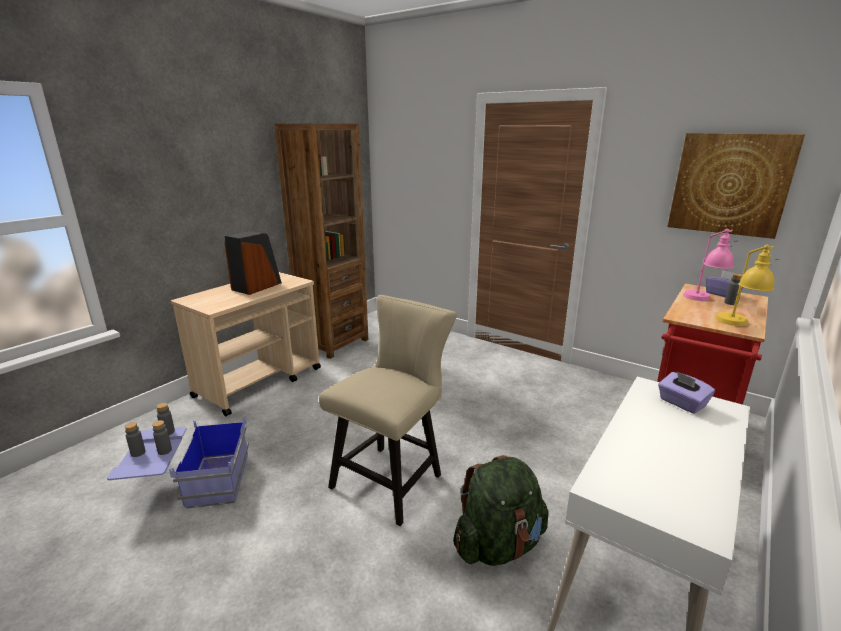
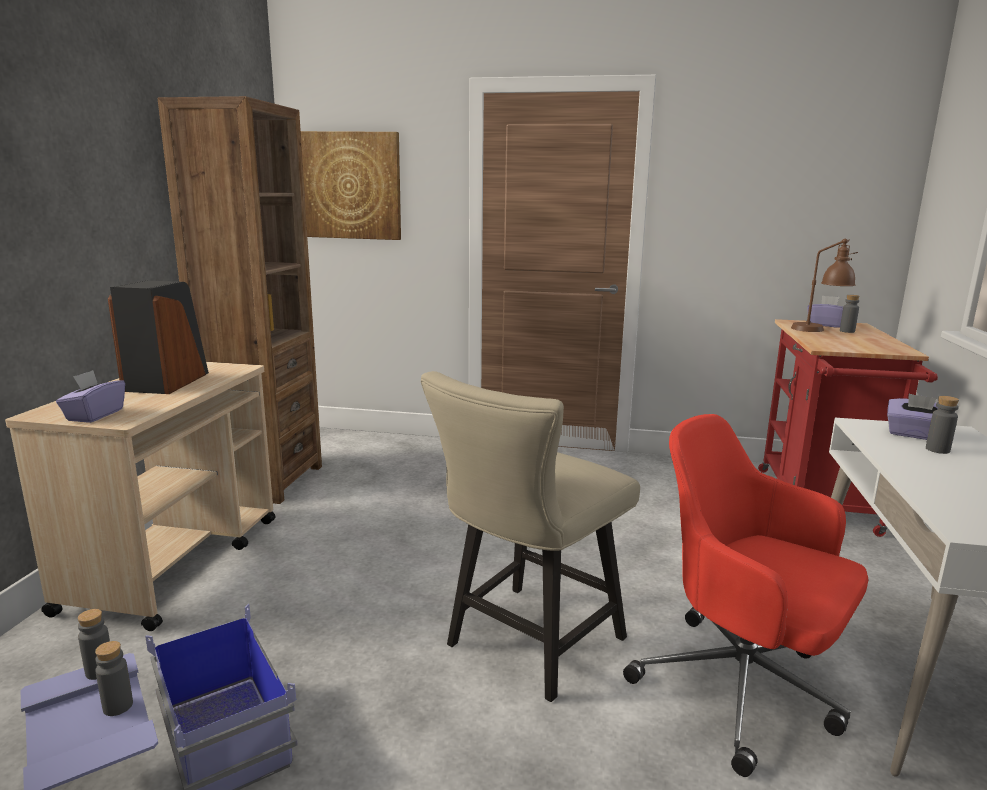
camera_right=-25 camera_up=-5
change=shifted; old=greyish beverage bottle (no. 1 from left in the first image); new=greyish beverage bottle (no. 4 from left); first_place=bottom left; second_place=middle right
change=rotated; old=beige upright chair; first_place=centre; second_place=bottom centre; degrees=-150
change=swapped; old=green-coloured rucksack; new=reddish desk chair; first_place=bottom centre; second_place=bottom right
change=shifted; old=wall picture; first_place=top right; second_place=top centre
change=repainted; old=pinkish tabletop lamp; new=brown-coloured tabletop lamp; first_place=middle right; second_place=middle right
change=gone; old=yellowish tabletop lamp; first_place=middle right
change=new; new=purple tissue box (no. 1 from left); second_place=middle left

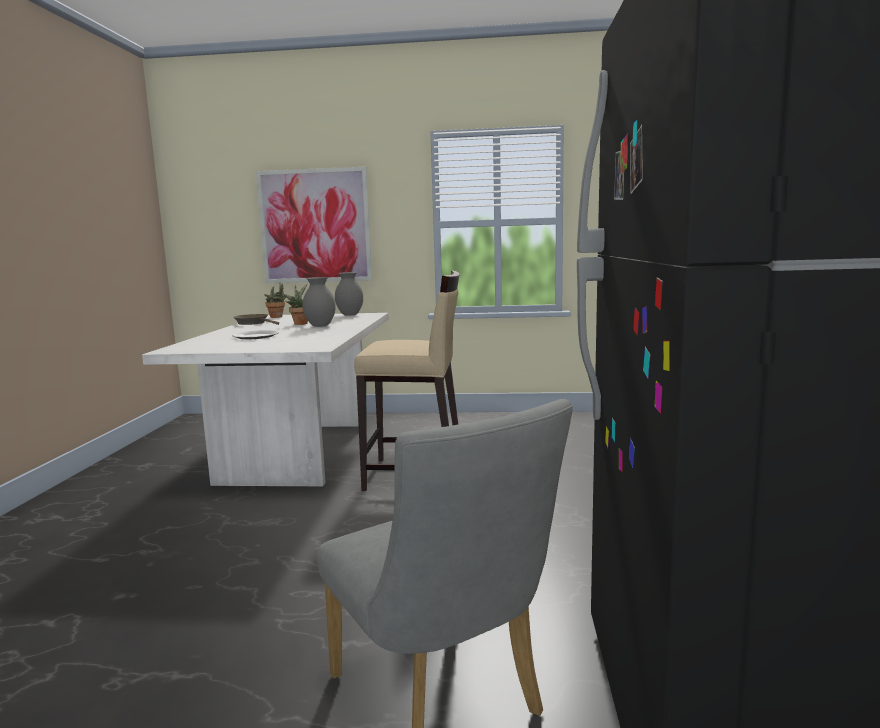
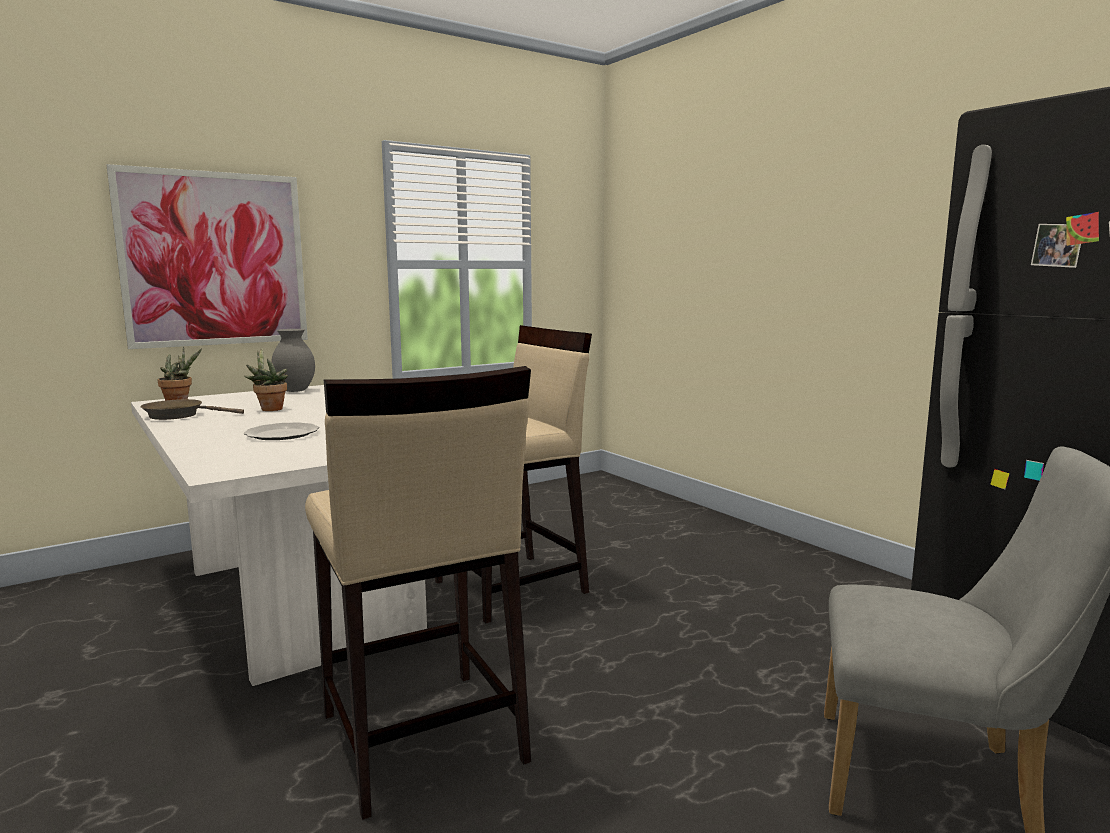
camera_right=-40 camera_up=0
change=gone; old=greyish flower vase (no. 1 from left); first_place=centre
change=new; new=beige stool (no. 1 from left); second_place=bottom centre

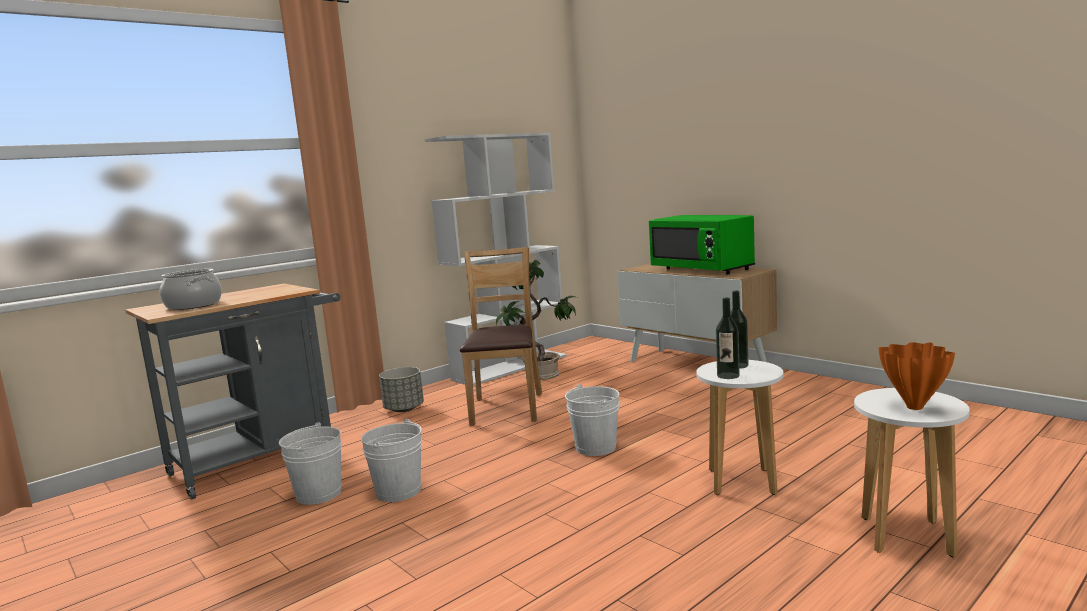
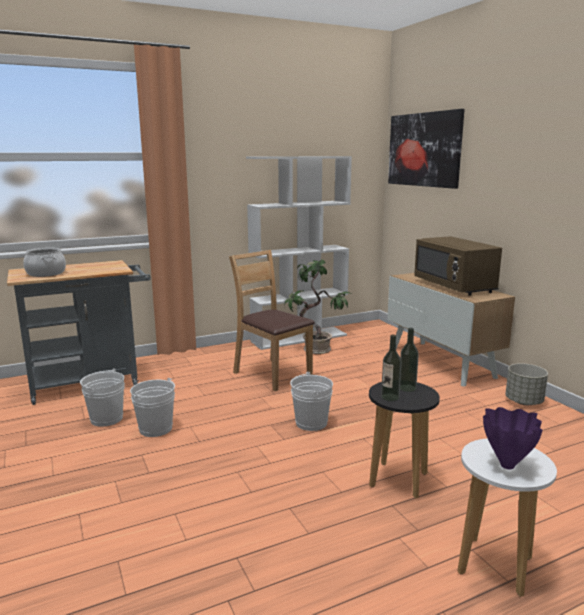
camera_right=15 camera_up=5
change=shifted; old=greyish plant pot; first_place=centre; second_place=middle right
change=rotated; old=brown-coloured upright chair; first_place=centre; second_place=centre; degrees=-60
change=repainted; old=green-coloured microwave; new=brown-coloured microwave; first_place=centre; second_place=middle right
change=repainted; old=whitish stool (no. 1 from left); new=blackish stool; first_place=bottom right; second_place=bottom right
change=repainted; old=orange-coloured flower vase; new=purple flower vase; first_place=middle right; second_place=bottom right
change=new; new=wall picture; second_place=top right

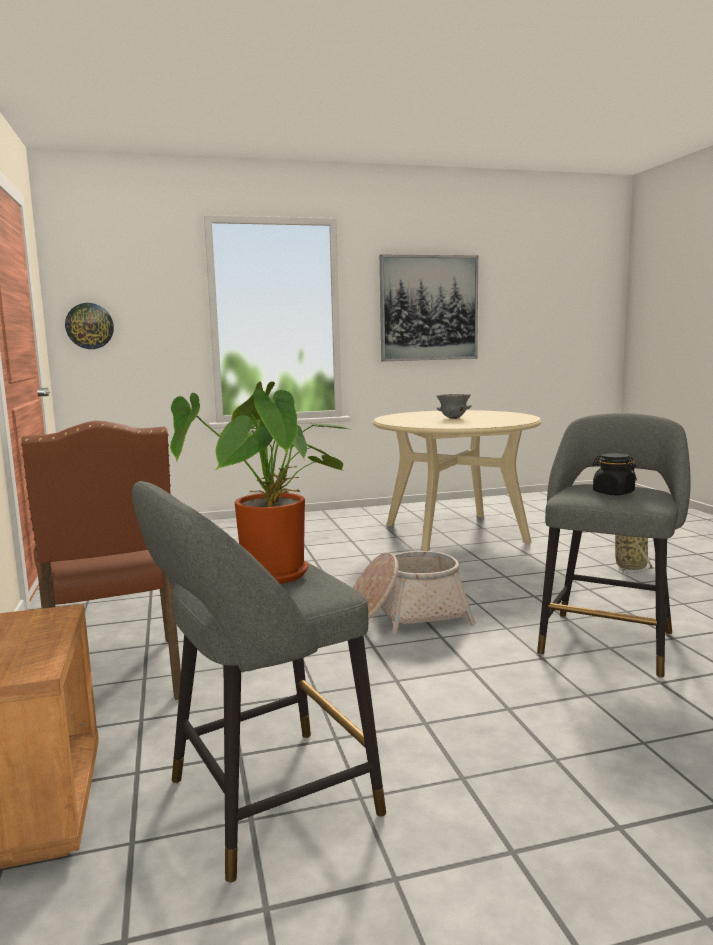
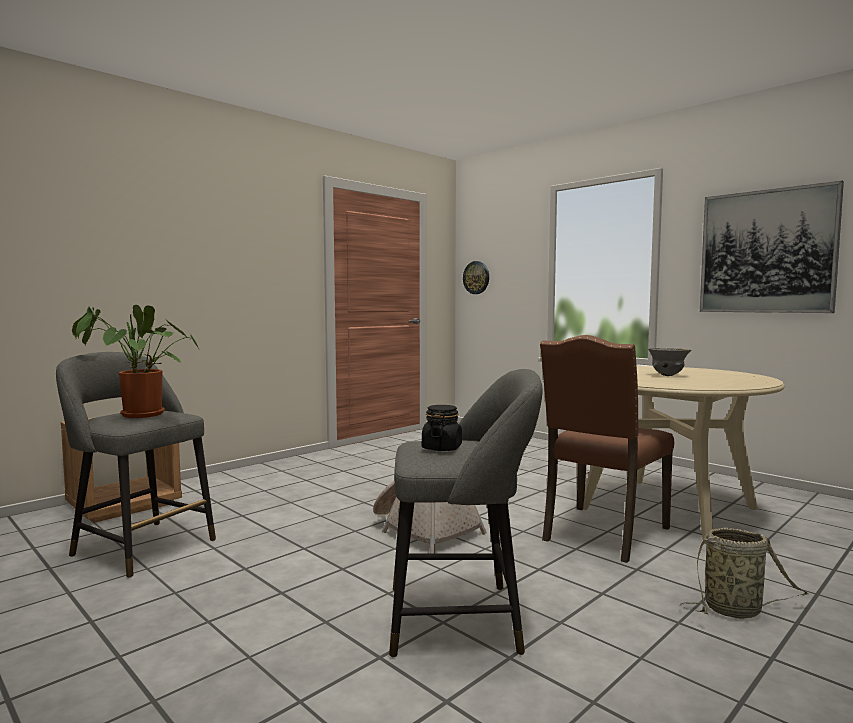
camera_right=60 camera_up=-5
change=shifted; old=brown-coloured upright chair; first_place=middle left; second_place=middle right

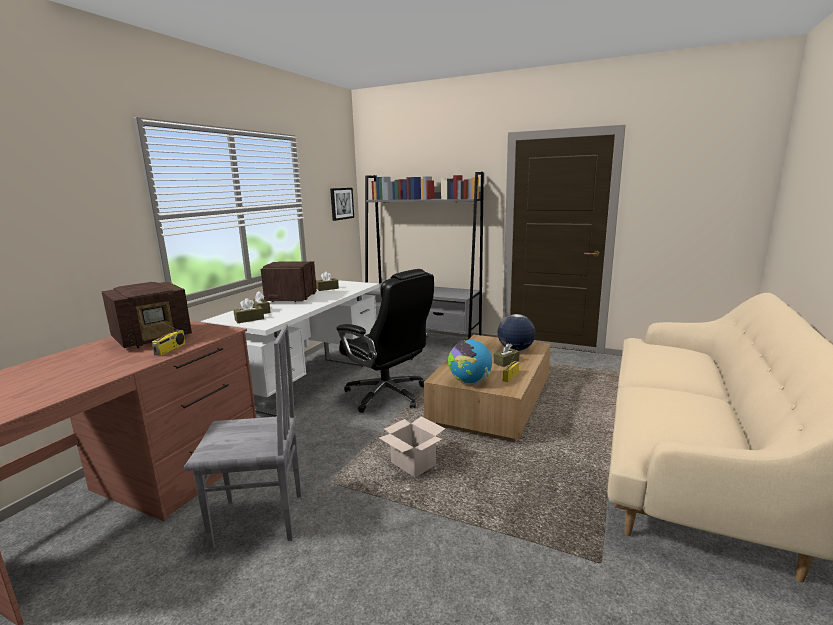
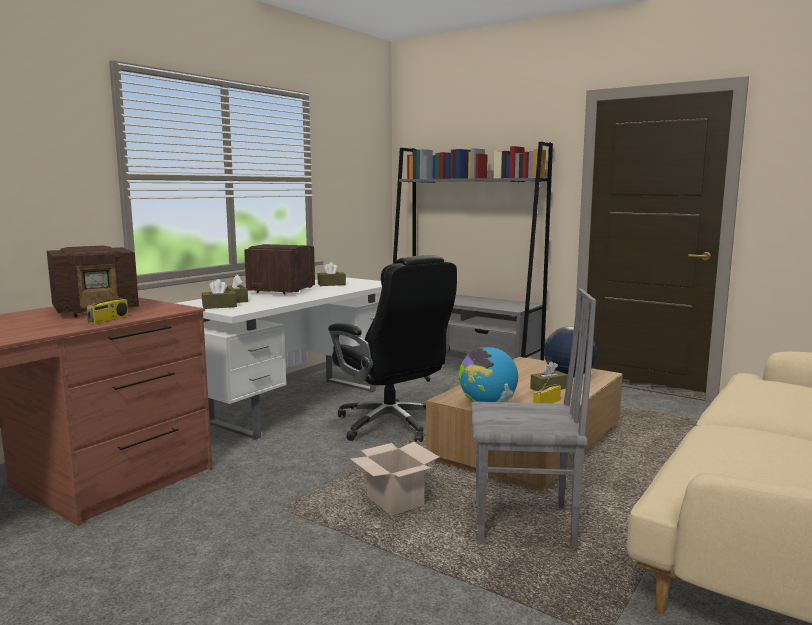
camera_right=10 camera_up=-5
change=shifted; old=greyish upright chair; first_place=bottom left; second_place=bottom centre
change=gone; old=wall picture; first_place=top centre

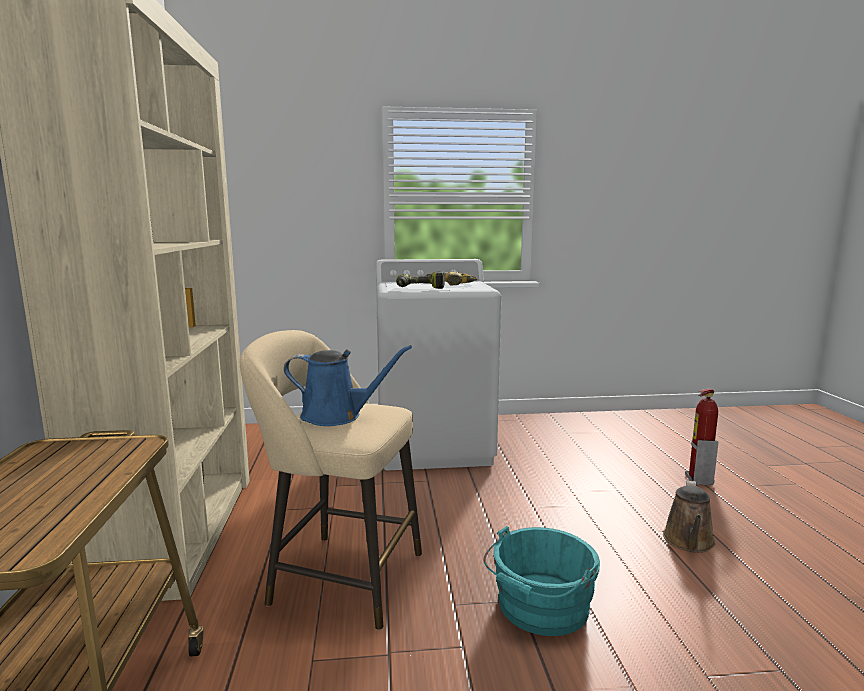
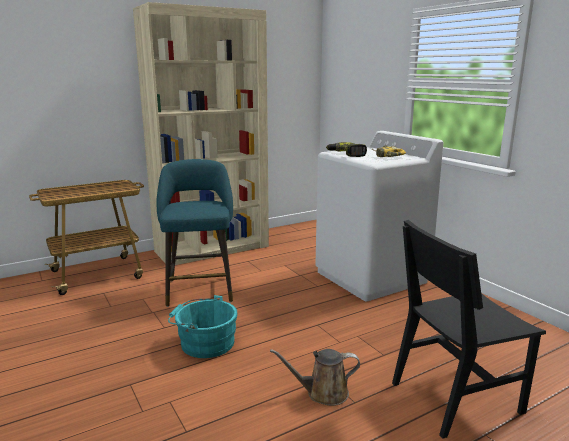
camera_right=65 camera_up=5
change=repainted; old=beige stool; new=turquoise-coloured stool; first_place=bottom centre; second_place=centre
change=gone; old=bluish watering pot; first_place=centre
change=swapped; old=fire-fighting cylinder; new=blackish upright chair; first_place=middle right; second_place=bottom right

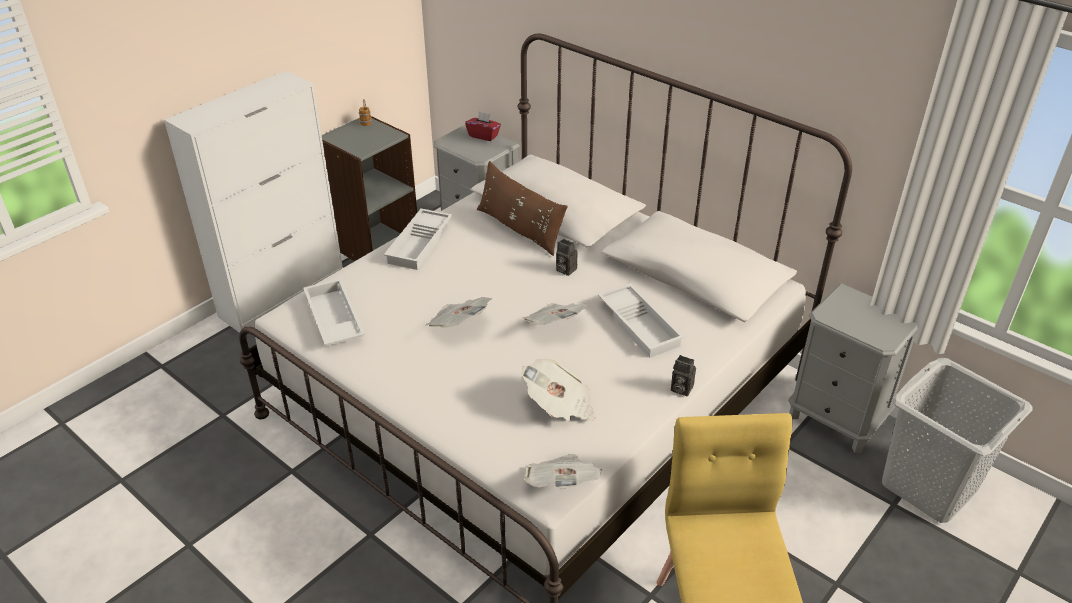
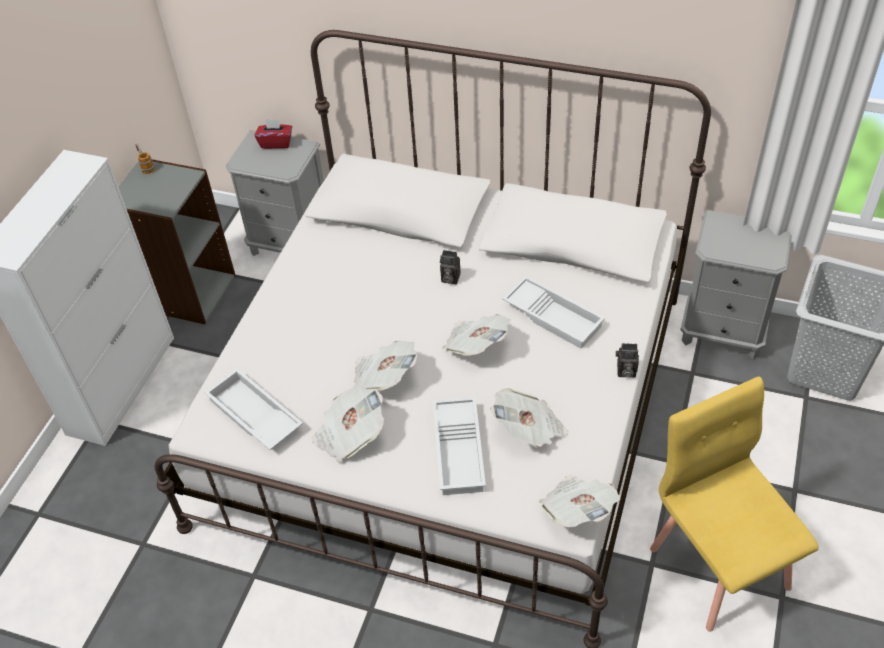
camera_right=-20 camera_up=10
change=shifted; old=whitish carrying tray (no. 2 from left); first_place=centre; second_place=bottom centre
change=gone; old=brown-coloured pillow; first_place=centre
change=new; new=printed paper (no. 1 from left); second_place=centre

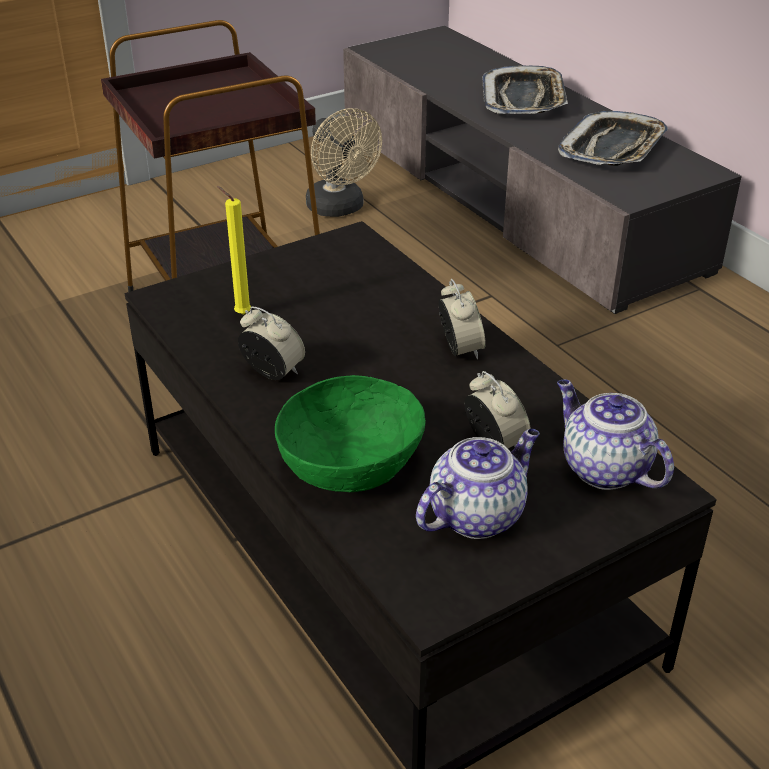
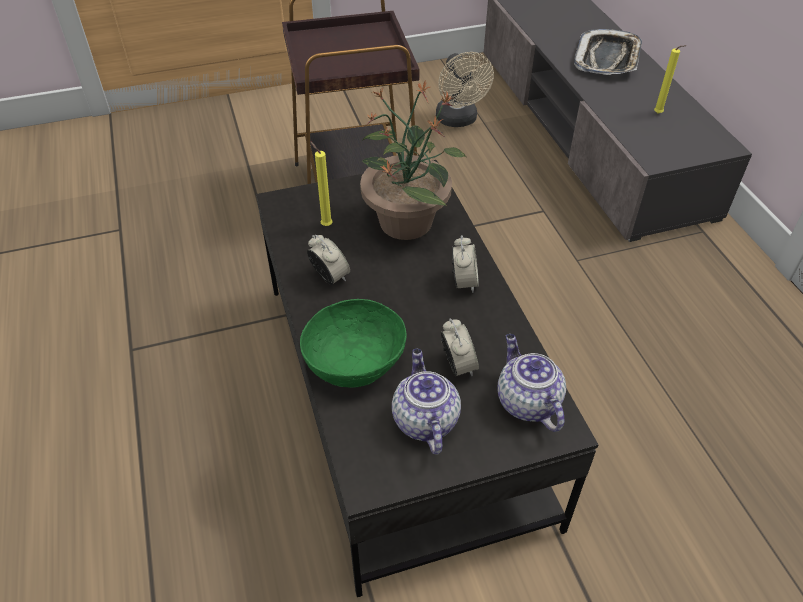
camera_right=15 camera_up=10
change=rotated; old=teapot (no. 1 from left); first_place=centre; second_place=bottom centre; degrees=-75
change=swapped; old=carrying tray (no. 2 from left); new=yellowish candle (no. 2 from left); first_place=top right; second_place=top right
change=new; new=houseplant; second_place=top centre

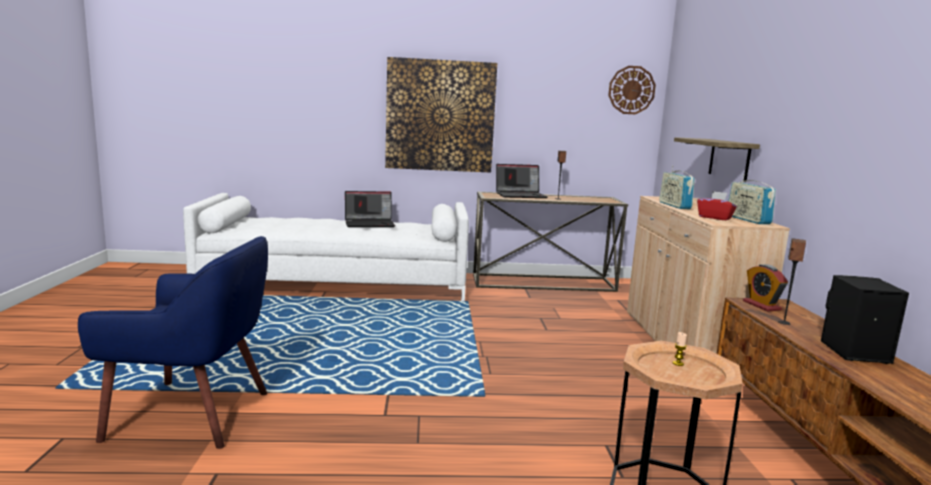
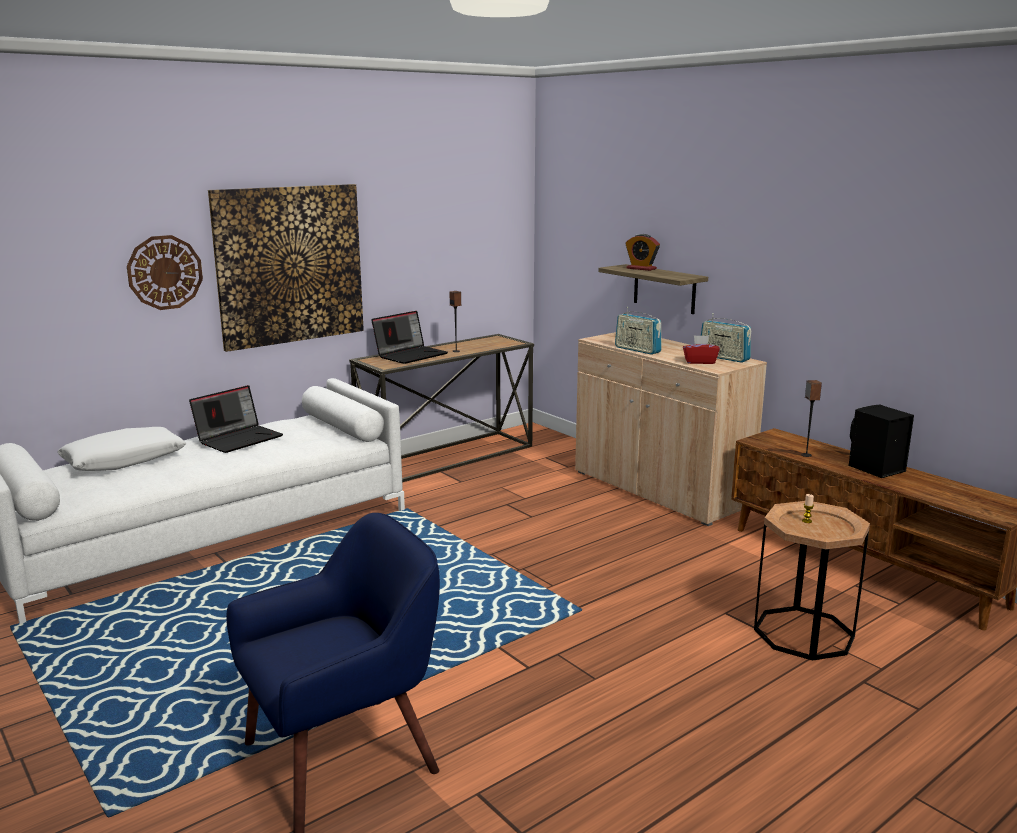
camera_right=-35 camera_up=5
change=shifted; old=wall clock; first_place=top right; second_place=top left
change=shifted; old=table clock; first_place=middle right; second_place=top centre
change=new; new=whitish pillow; second_place=middle left

